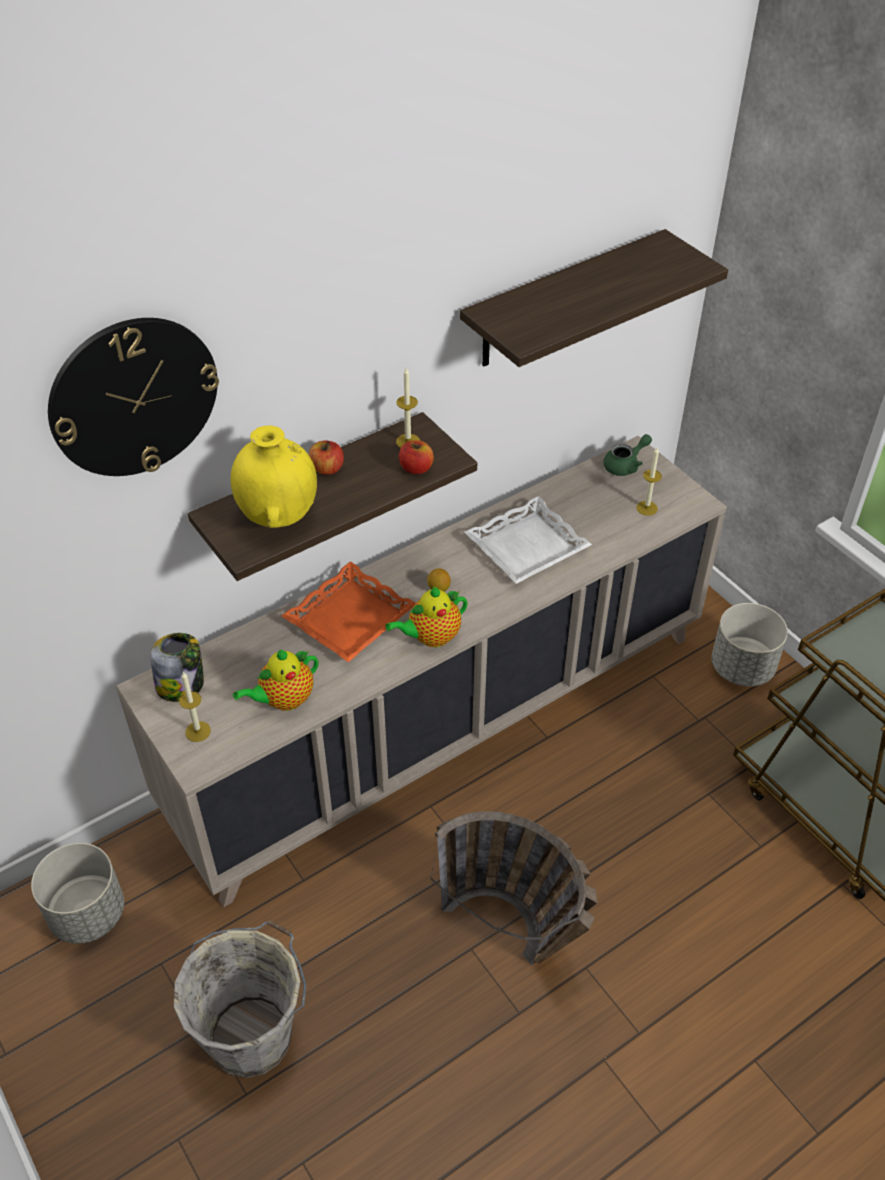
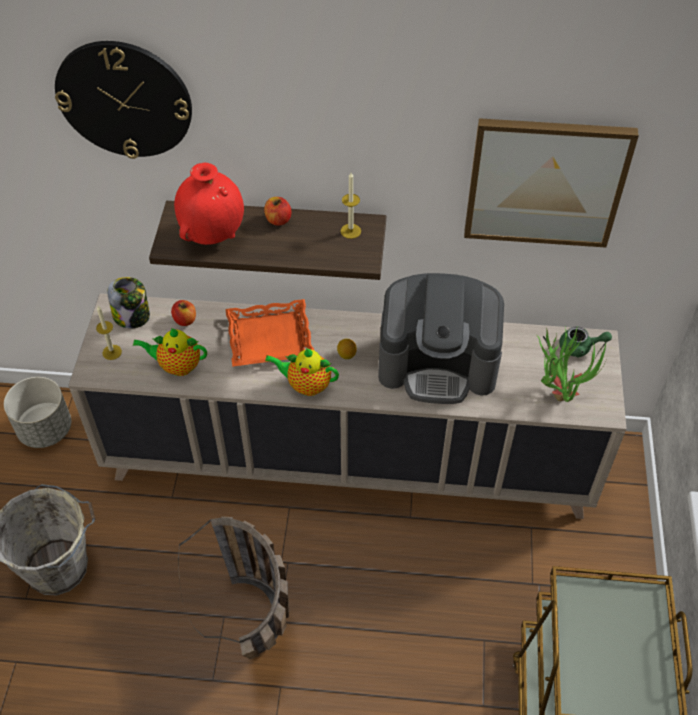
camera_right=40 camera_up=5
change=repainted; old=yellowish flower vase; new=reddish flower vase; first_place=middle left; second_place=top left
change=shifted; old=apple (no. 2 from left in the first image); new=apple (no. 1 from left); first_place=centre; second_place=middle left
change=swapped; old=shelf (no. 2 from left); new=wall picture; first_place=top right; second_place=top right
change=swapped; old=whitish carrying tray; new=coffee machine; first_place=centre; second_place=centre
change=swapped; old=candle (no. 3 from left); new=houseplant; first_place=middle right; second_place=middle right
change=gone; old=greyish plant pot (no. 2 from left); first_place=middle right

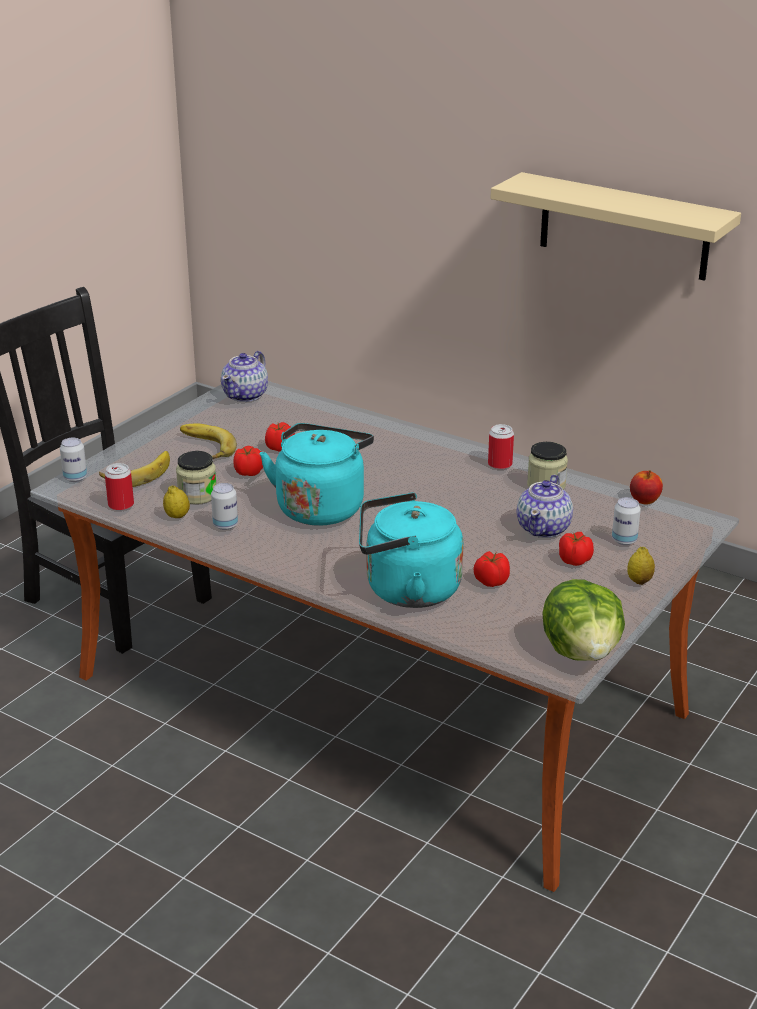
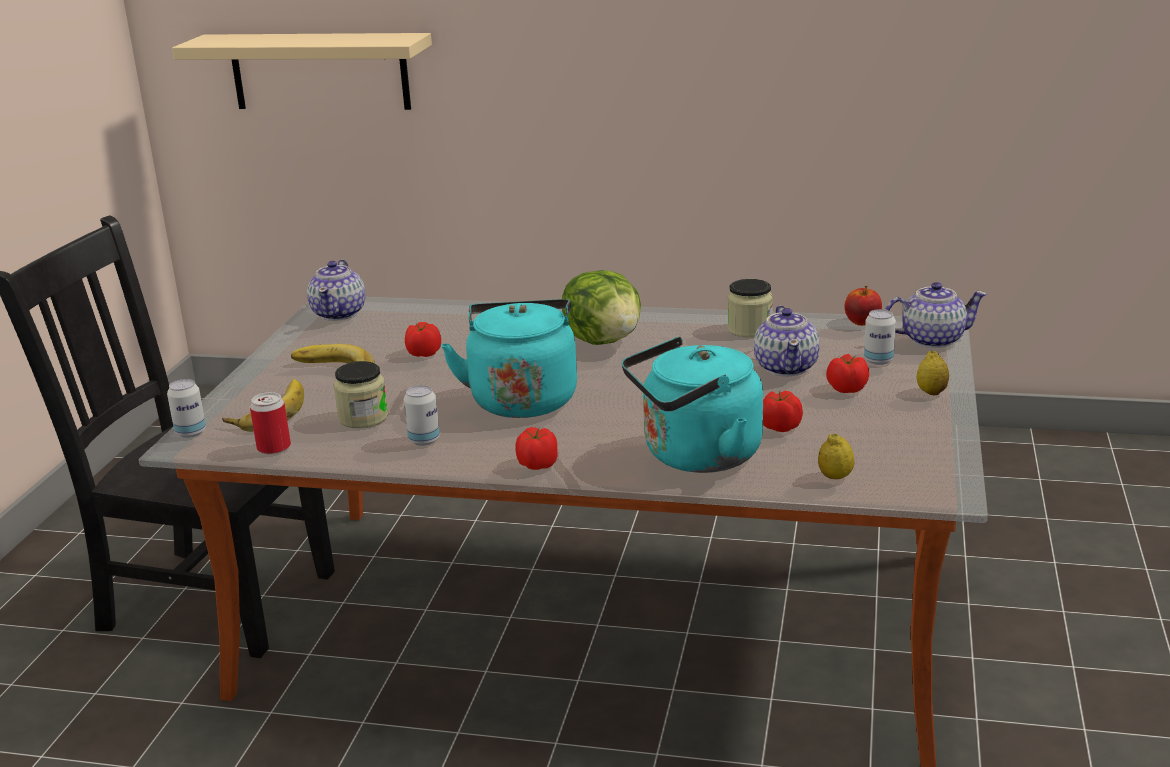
camera_right=-20 camera_up=-5
change=shifted; old=whole lemon (no. 1 from left); first_place=middle left; second_place=middle right
change=shifted; old=fresh tomato (no. 1 from left in the first image); new=fresh tomato (no. 2 from left); first_place=middle left; second_place=centre
change=gone; old=can (no. 4 from left); first_place=centre
change=shifted; old=beige shelf; first_place=top right; second_place=top left
change=shifted; old=lettuce; first_place=middle right; second_place=centre
change=new; new=teapot (no. 3 from left); second_place=middle right

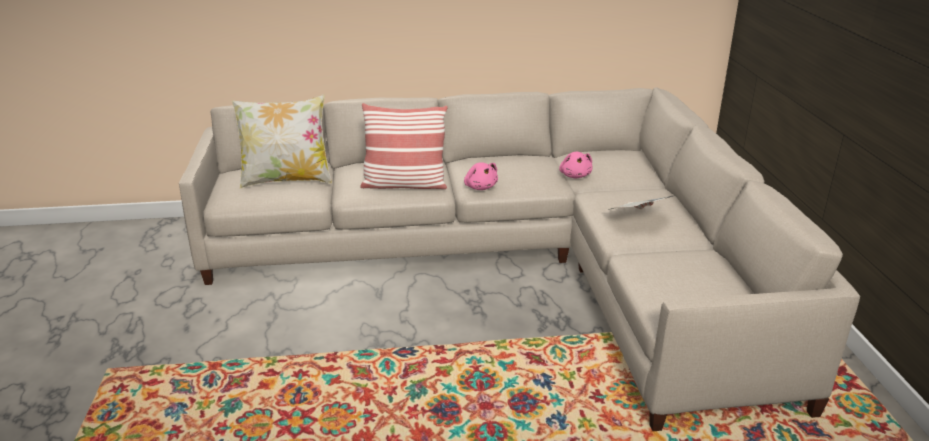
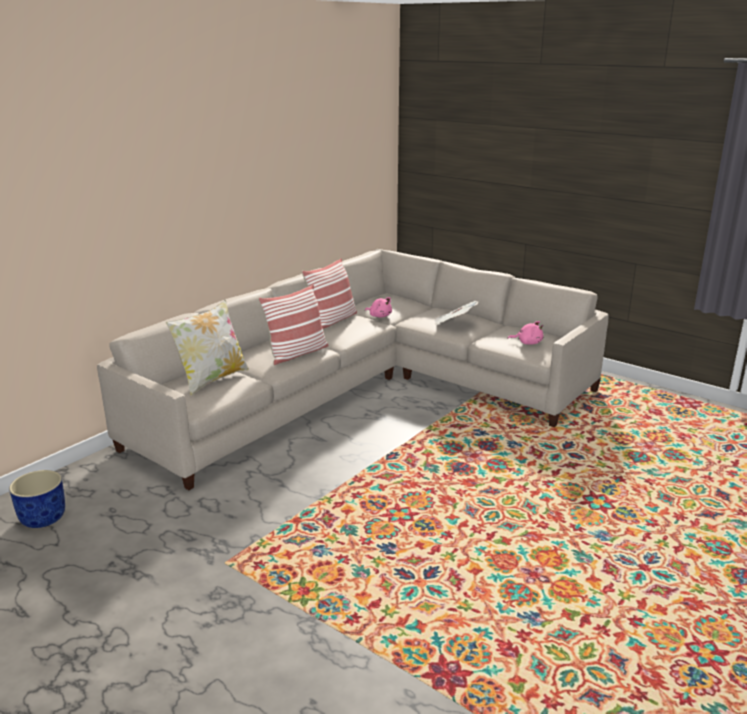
camera_right=-45 camera_up=-5
change=shifted; old=pinkish soft toy (no. 1 from left in the first image); new=pinkish soft toy (no. 2 from left); first_place=centre; second_place=middle right
change=new; new=bluish plant pot; second_place=bottom left
change=new; new=pillow (no. 3 from left); second_place=centre

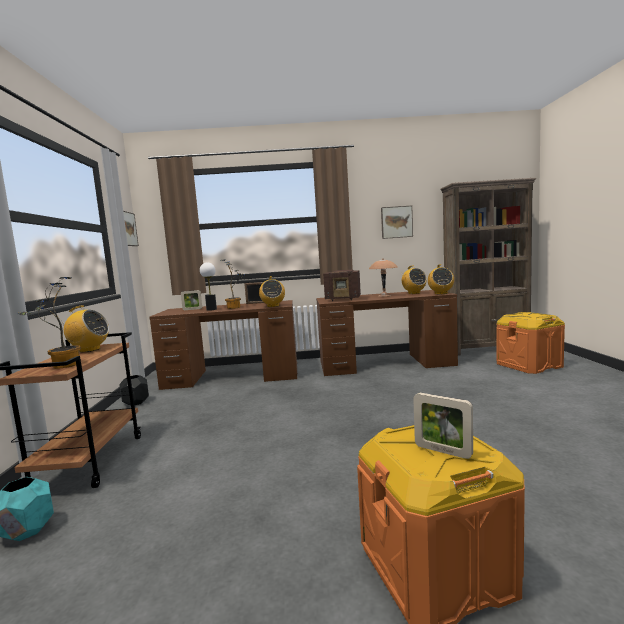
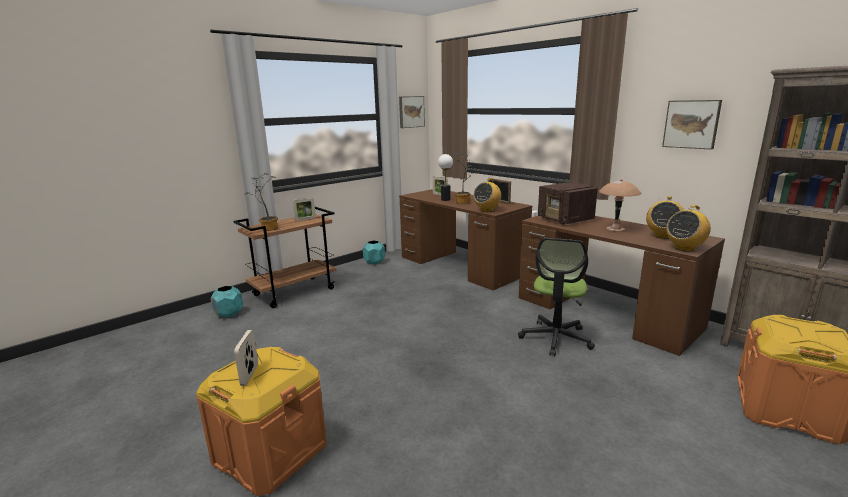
camera_right=50 camera_up=10
change=swapped; old=radio receiver (no. 1 from left); new=standing frame (no. 2 from left); first_place=middle left; second_place=centre
change=repainted; old=blackish plant pot; new=turquoise-coloured plant pot (no. 2 from left); first_place=middle left; second_place=centre
change=new; new=desk chair; second_place=centre

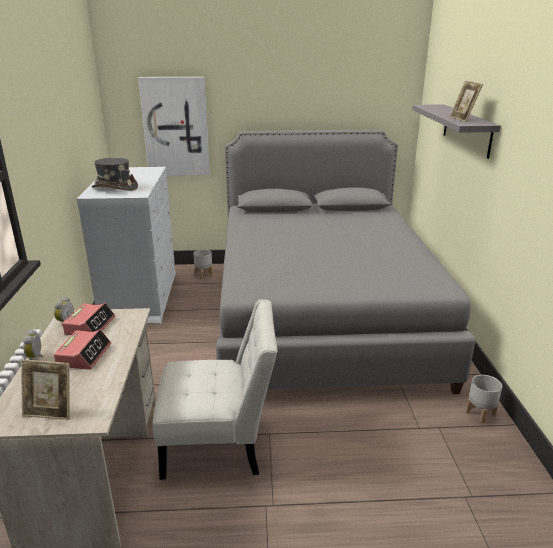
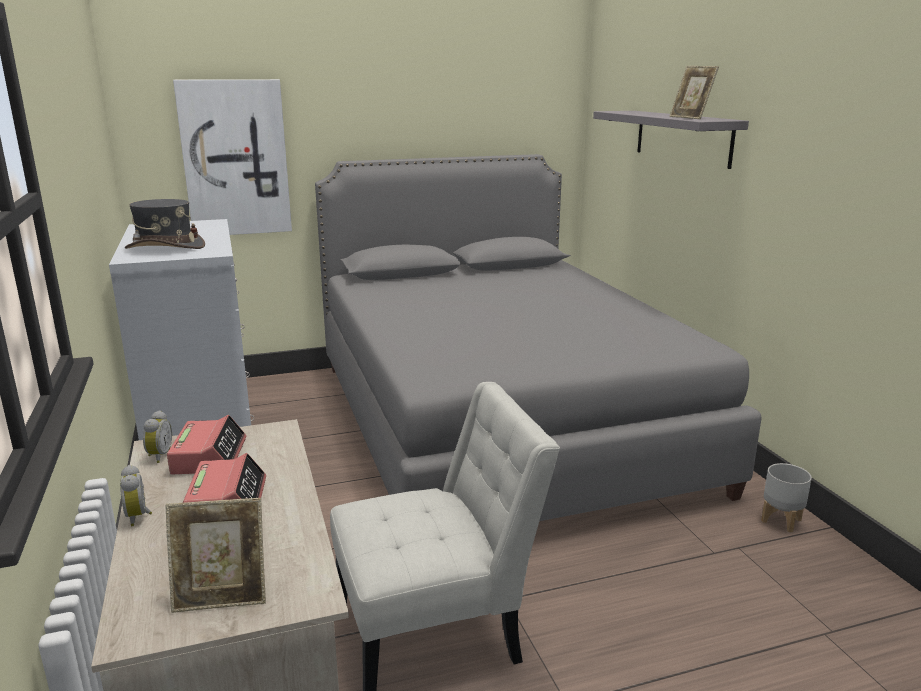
camera_right=-15 camera_up=-5
change=gone; old=greyish plant pot (no. 1 from left); first_place=centre

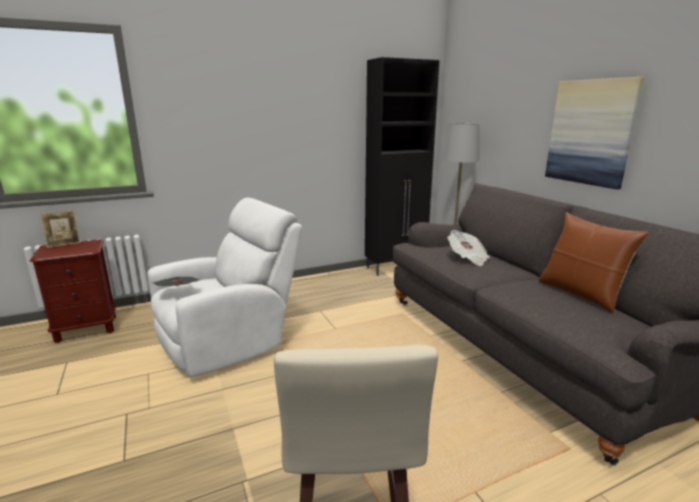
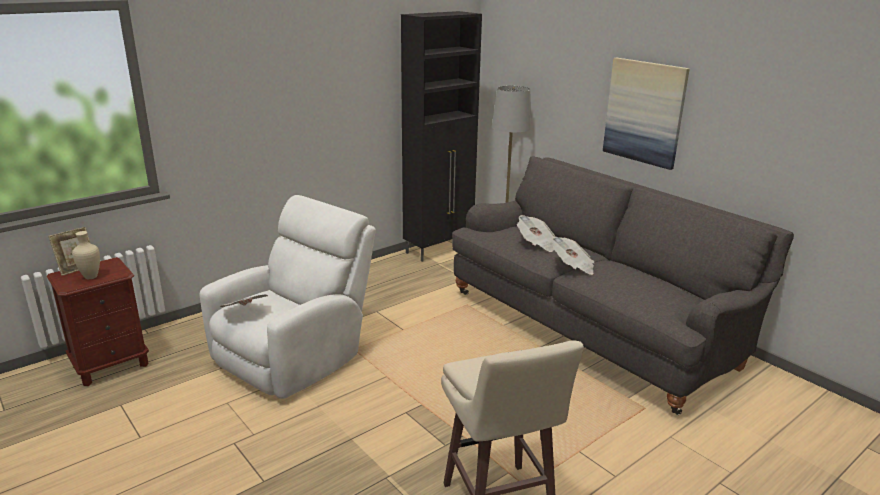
camera_right=-15 camera_up=5
change=gone; old=brown-coloured pillow; first_place=middle right
change=new; new=beige flower vase; second_place=middle left
change=new; new=printed paper (no. 3 from left); second_place=centre

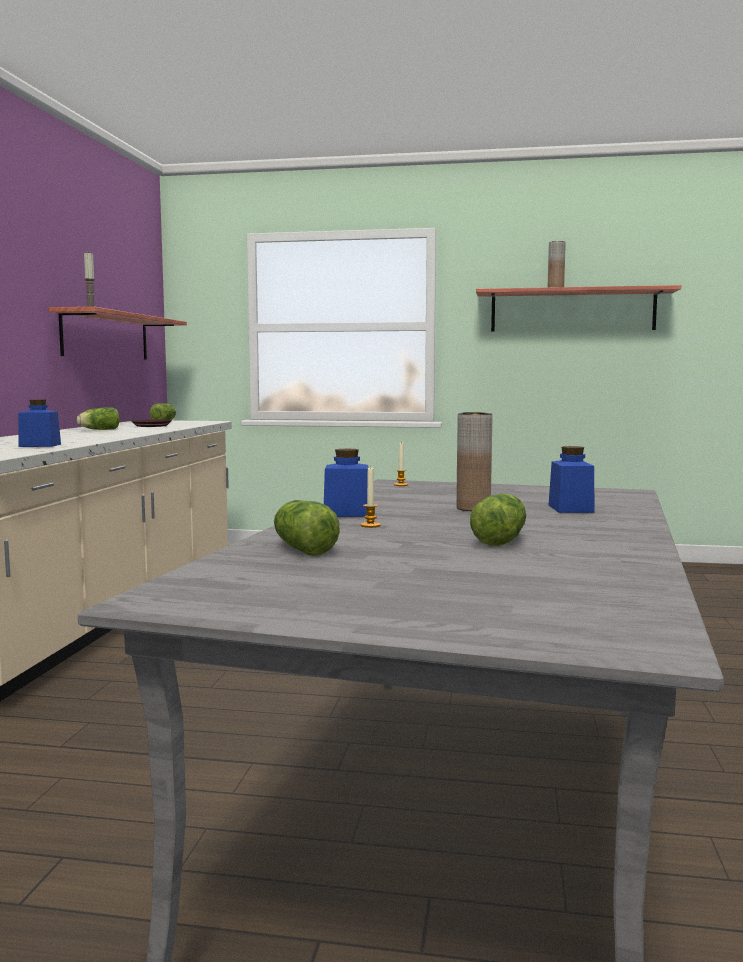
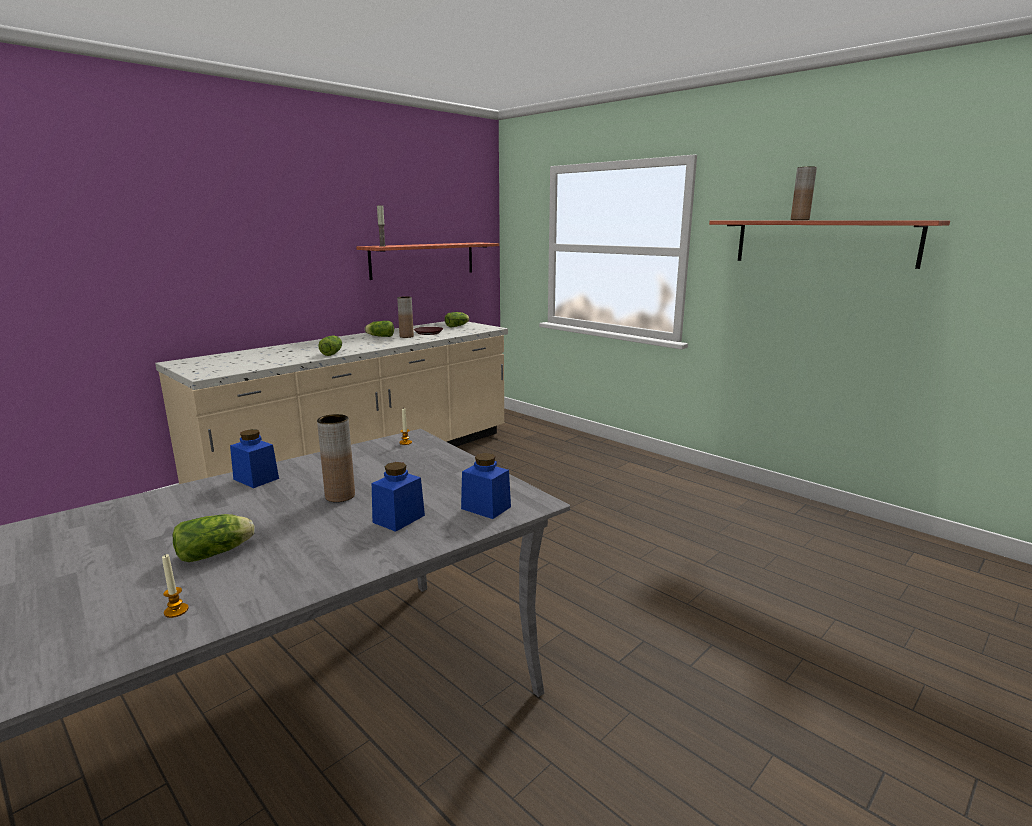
camera_right=35 camera_up=10
change=shifted; old=bluish jar (no. 1 from left in the first image); new=bluish jar (no. 3 from left); first_place=middle left; second_place=centre
change=shifted; old=lettuce (no. 3 from left in the first image); new=lettuce (no. 2 from left); first_place=centre; second_place=middle left
change=shifted; old=candle (no. 2 from left in the first image); new=candle (no. 1 from left); first_place=centre; second_place=bottom left
change=new; new=brown-coloured flower vase (no. 2 from left); second_place=centre

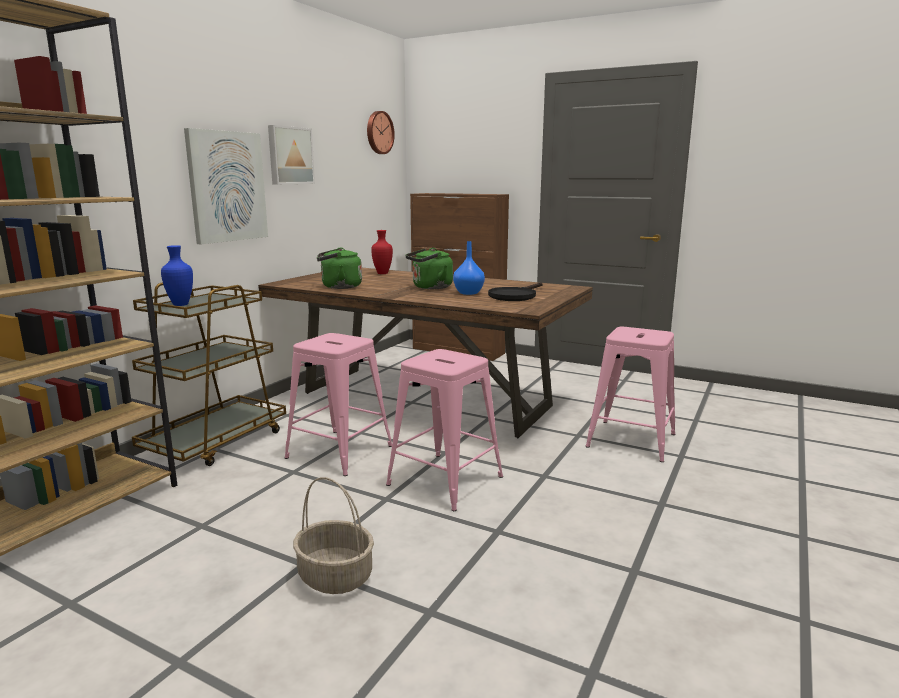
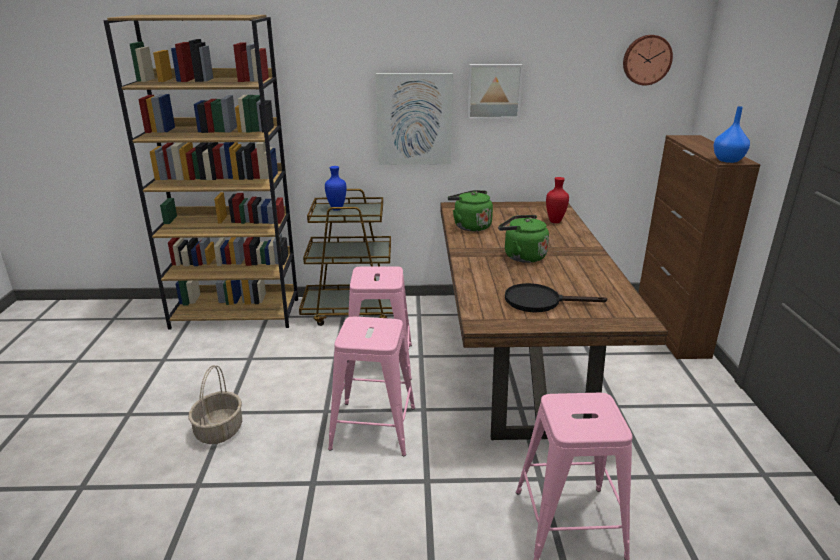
camera_right=60 camera_up=10
change=shifted; old=bluish flower vase (no. 2 from left); first_place=centre; second_place=top right

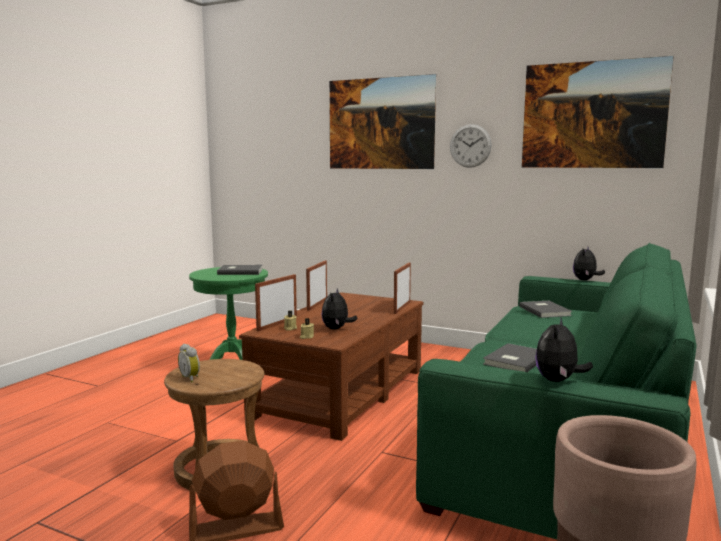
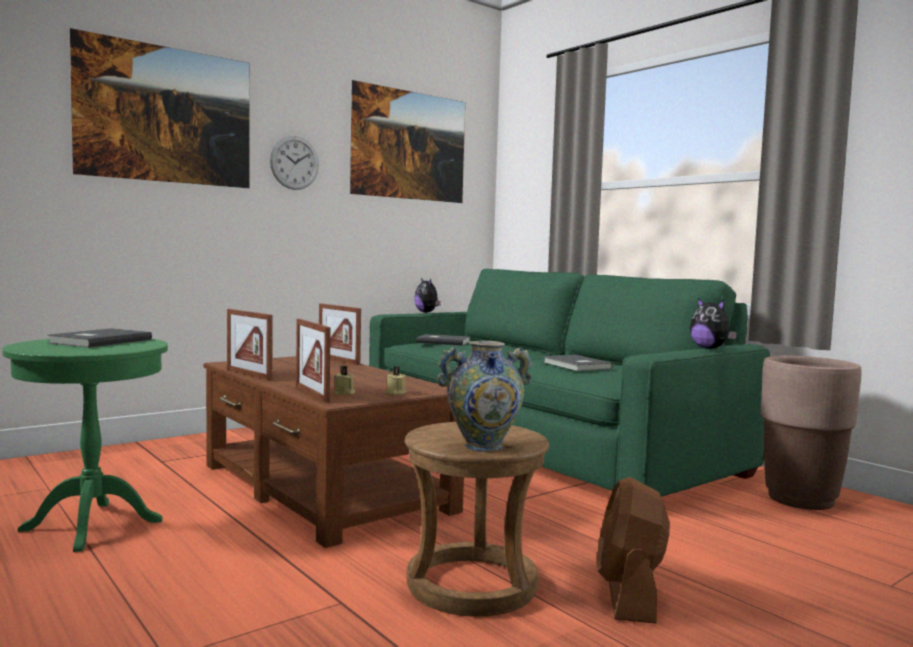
camera_right=-65 camera_up=-5
change=swapped; old=table clock; new=flower vase; first_place=bottom left; second_place=centre
change=gone; old=soft toy (no. 1 from left); first_place=centre

